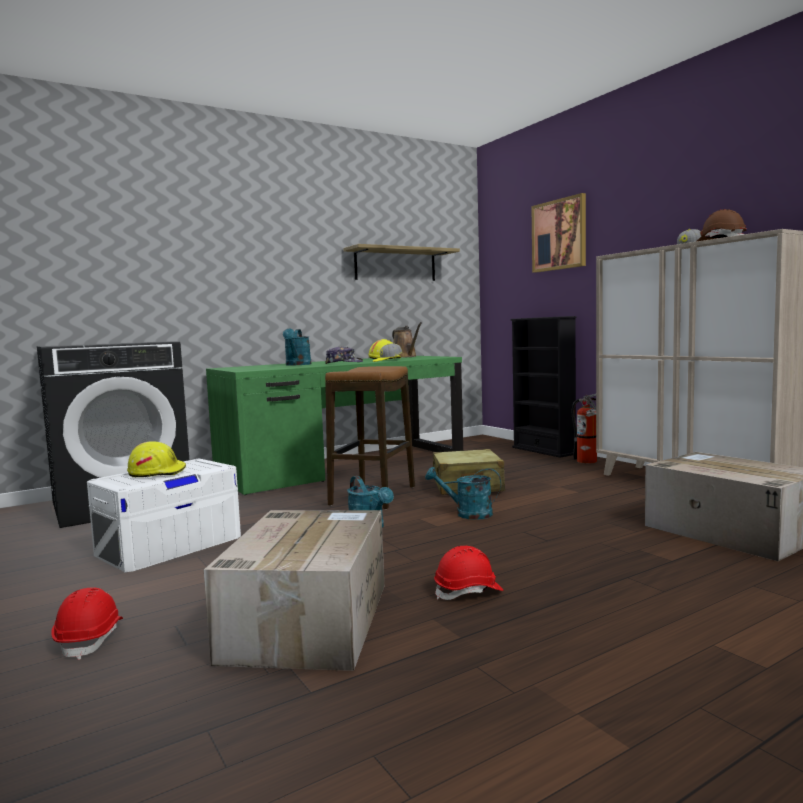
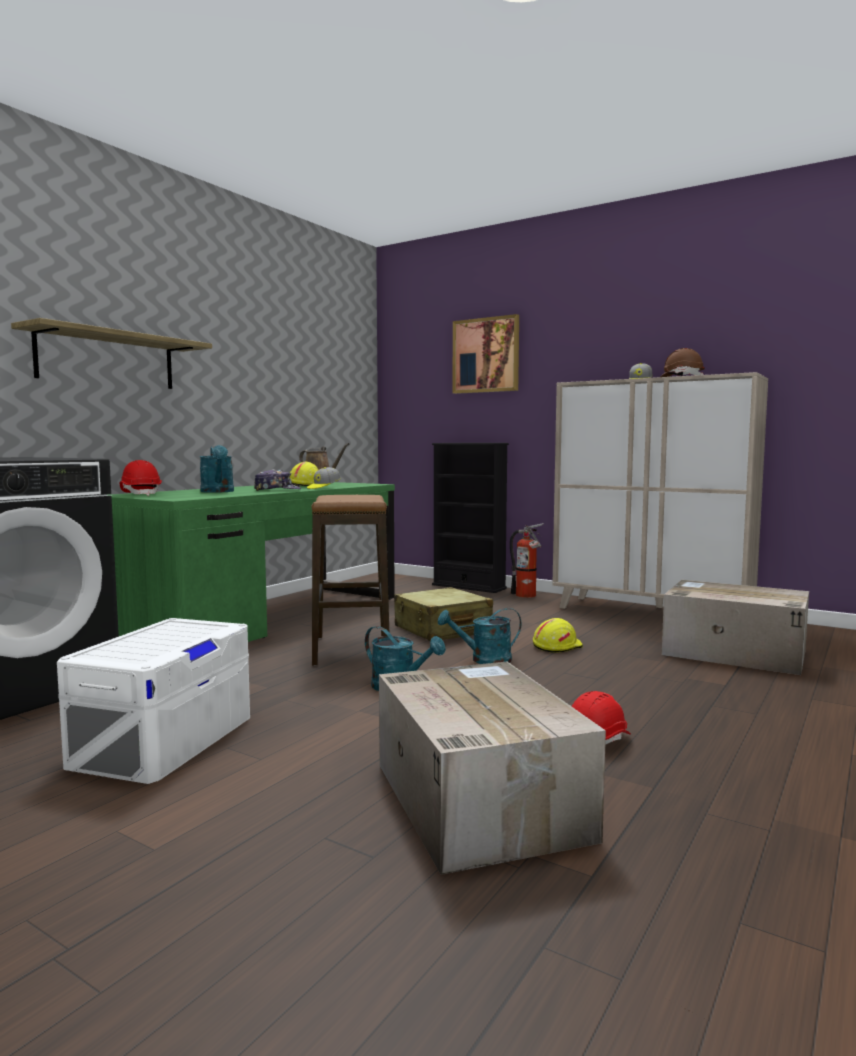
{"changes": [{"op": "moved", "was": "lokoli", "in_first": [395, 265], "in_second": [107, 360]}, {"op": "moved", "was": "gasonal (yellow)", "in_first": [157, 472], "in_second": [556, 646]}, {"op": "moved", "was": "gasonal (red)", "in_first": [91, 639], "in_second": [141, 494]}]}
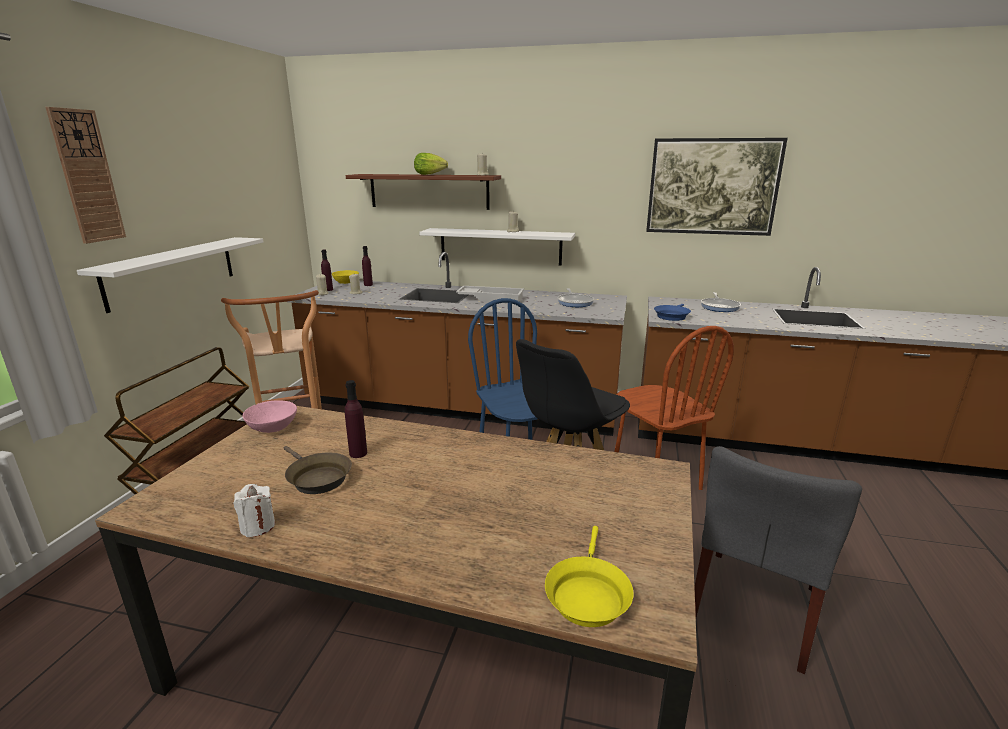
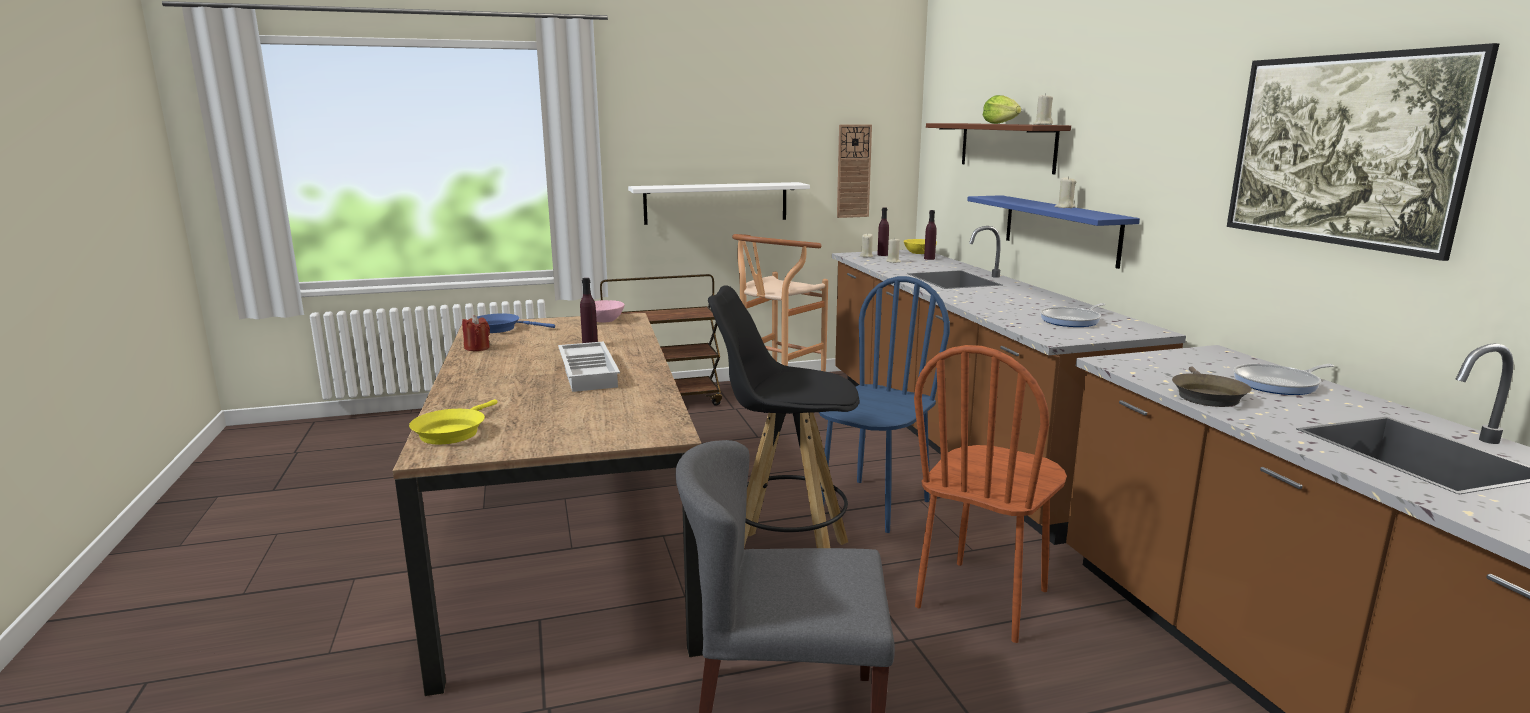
{"changes": [{"op": "moved", "was": "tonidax", "in_first": [87, 177], "in_second": [853, 171]}, {"op": "recoloured", "was": "lokoli (white)", "now": "lokoli (blue)", "in_first": [500, 246], "in_second": [1060, 229]}, {"op": "moved", "was": "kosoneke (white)", "in_first": [491, 298], "in_second": [590, 373]}, {"op": "moved", "was": "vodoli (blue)", "in_first": [672, 316], "in_second": [500, 328]}, {"op": "moved", "was": "vodoli (brown)", "in_first": [316, 478], "in_second": [1206, 396]}, {"op": "recoloured", "was": "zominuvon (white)", "now": "zominuvon (red)", "in_first": [258, 526], "in_second": [477, 348]}, {"op": "turned", "was": "vodoli (yellow)", "in_first": [587, 594], "in_second": [452, 432], "clockwise": -60}]}
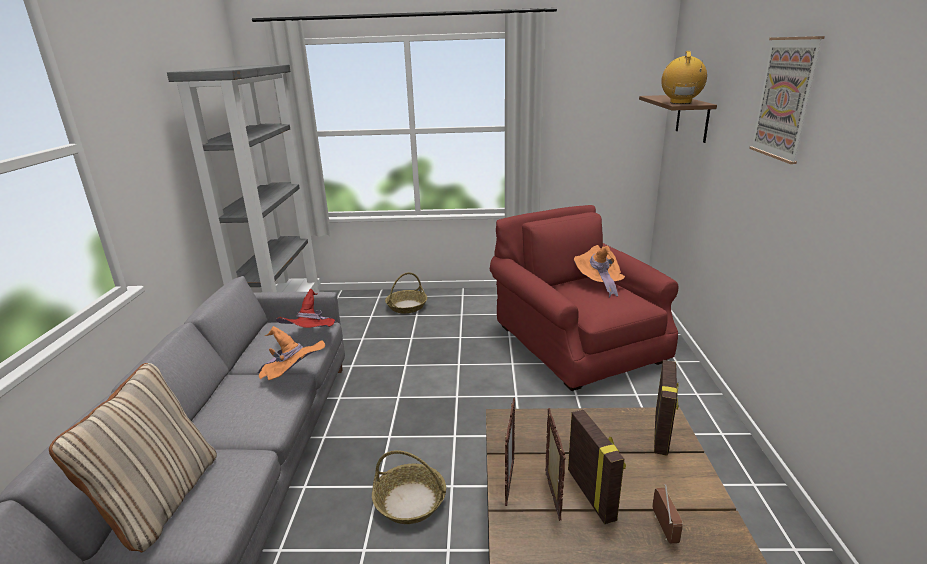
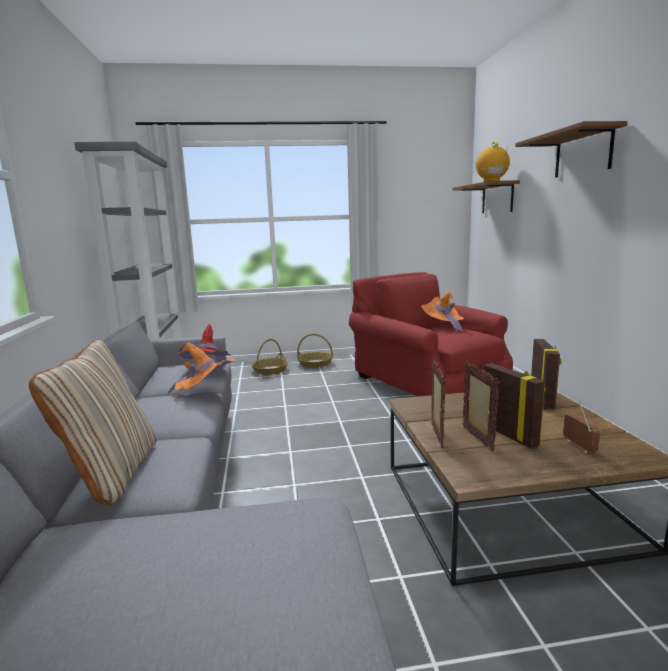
{"changes": [{"op": "replaced", "was": "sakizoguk", "now": "lokoli (brown)", "in_first": [785, 98], "in_second": [583, 153]}, {"op": "moved", "was": "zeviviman", "in_first": [410, 501], "in_second": [315, 364]}]}
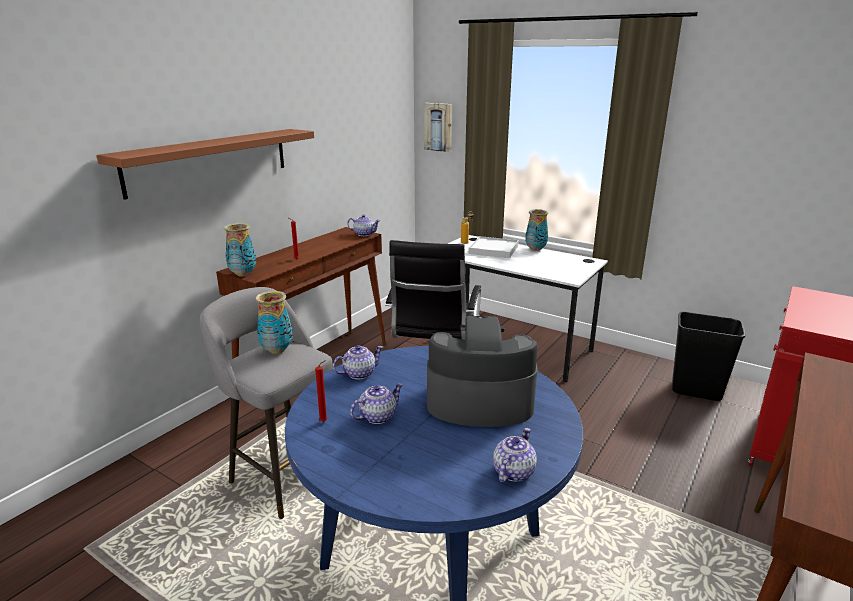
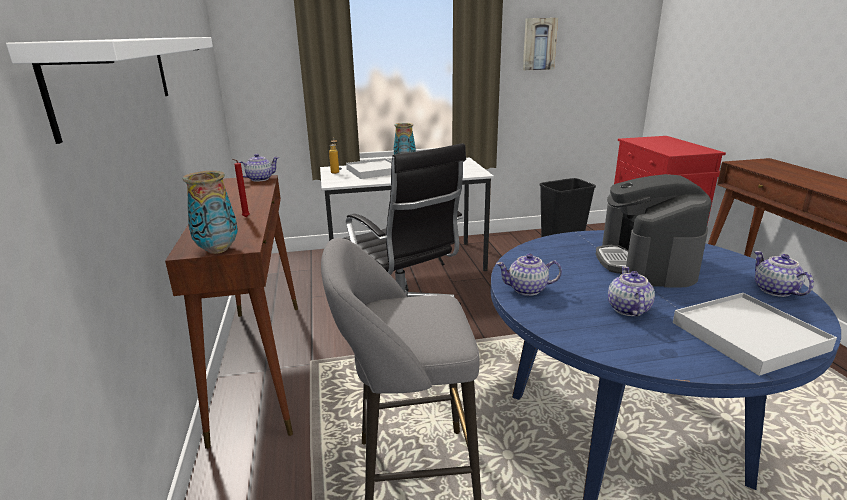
{"changes": [{"op": "moved", "was": "sakizoguk", "in_first": [438, 127], "in_second": [539, 44]}, {"op": "recoloured", "was": "lokoli (brown)", "now": "lokoli (white)", "in_first": [210, 160], "in_second": [118, 77]}, {"op": "removed", "was": "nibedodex", "in_first": [276, 350]}, {"op": "turned", "was": "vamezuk", "in_first": [479, 401], "in_second": [646, 263], "clockwise": -45}, {"op": "turned", "was": "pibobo", "in_first": [359, 373], "in_second": [527, 289], "clockwise": -105}, {"op": "removed", "was": "zominuvon (red)", "in_first": [325, 421]}, {"op": "added", "now": "kosoneke (white)", "in_second": [748, 336]}]}
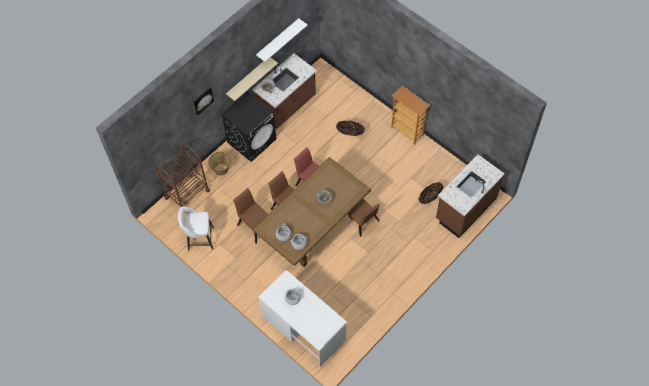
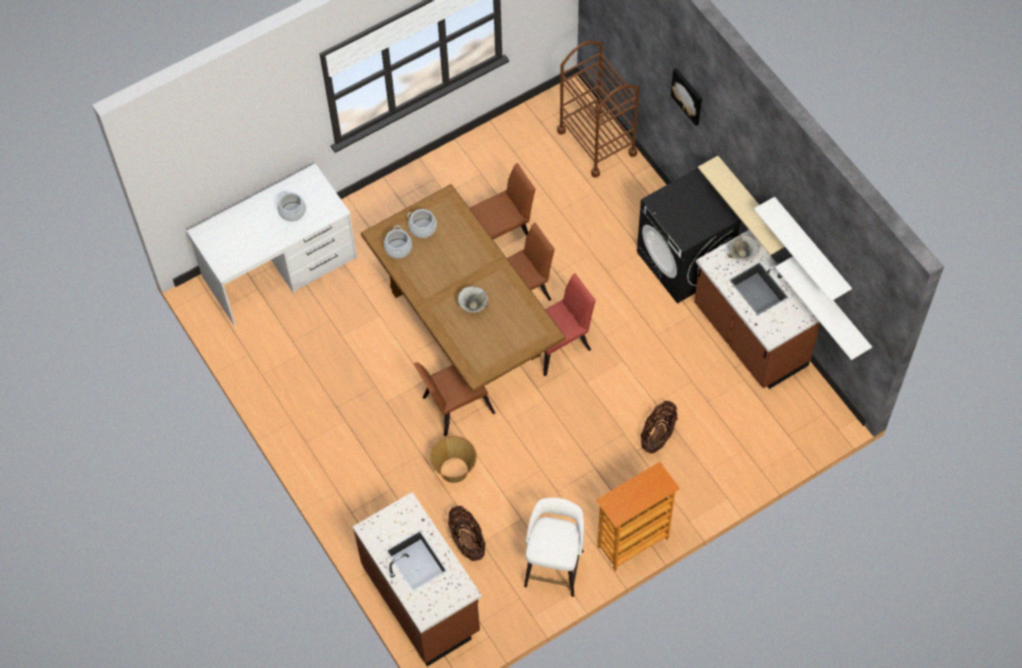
{"changes": [{"op": "moved", "was": "zeviviman", "in_first": [221, 169], "in_second": [454, 470]}, {"op": "moved", "was": "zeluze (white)", "in_first": [199, 238], "in_second": [554, 566]}, {"op": "added", "now": "lokoli (white)", "in_second": [831, 306]}]}
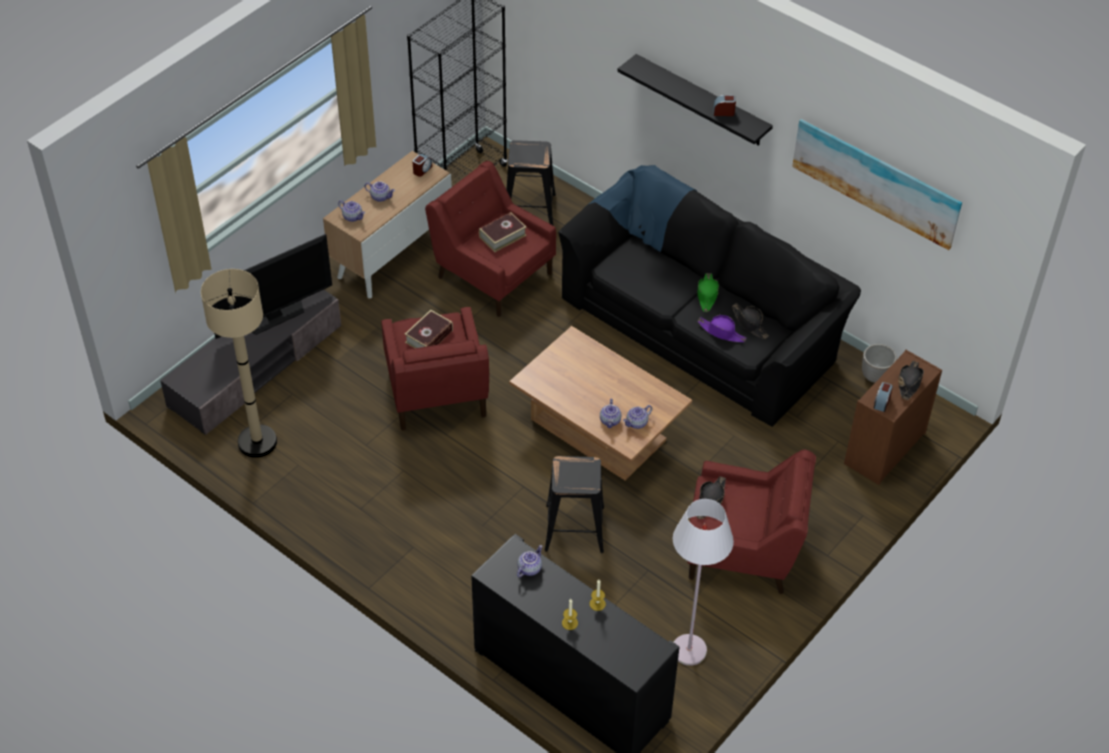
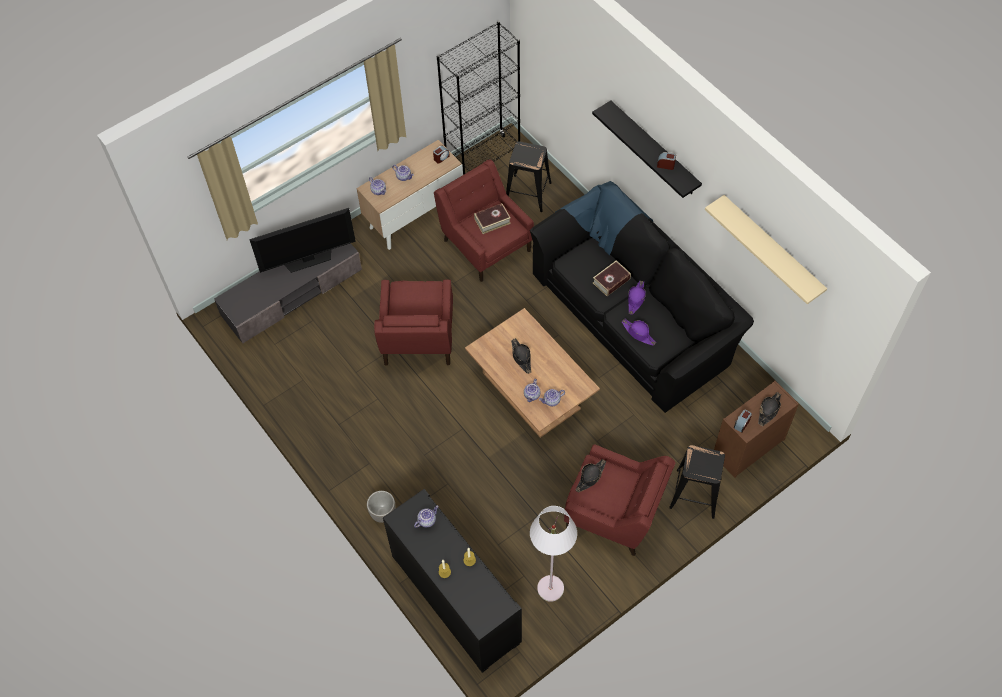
{"changes": [{"op": "replaced", "was": "sakizoguk", "now": "lokoli (beige)", "in_first": [876, 181], "in_second": [772, 248]}, {"op": "removed", "was": "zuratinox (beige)", "in_first": [257, 442]}, {"op": "recoloured", "was": "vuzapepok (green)", "now": "vuzapepok (purple)", "in_first": [707, 295], "in_second": [636, 299]}, {"op": "moved", "was": "vuzapepok (black)", "in_first": [750, 323], "in_second": [521, 357]}, {"op": "moved", "was": "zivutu", "in_first": [429, 336], "in_second": [611, 281]}, {"op": "moved", "was": "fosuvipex", "in_first": [876, 376], "in_second": [383, 514]}, {"op": "moved", "was": "zeluze (black)", "in_first": [574, 529], "in_second": [695, 494]}]}
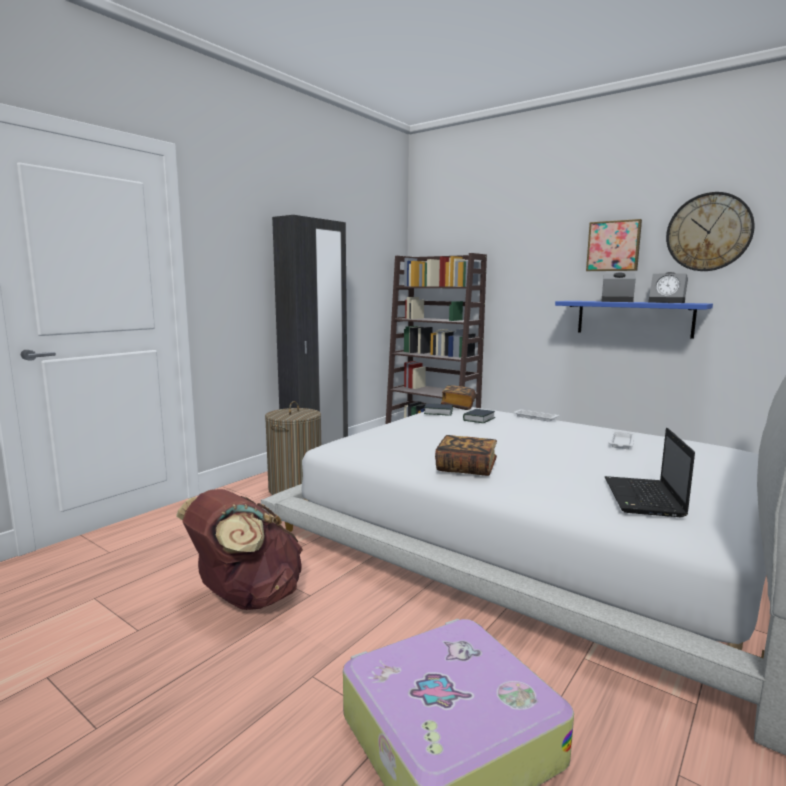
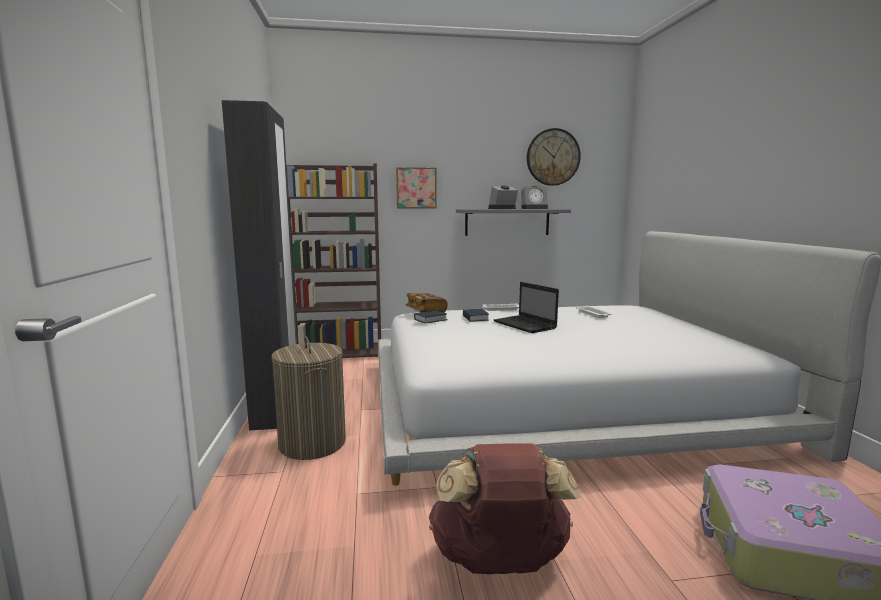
{"changes": [{"op": "moved", "was": "sakizoguk", "in_first": [613, 246], "in_second": [416, 188]}, {"op": "recoloured", "was": "lokoli (blue)", "now": "lokoli (grey)", "in_first": [634, 318], "in_second": [507, 222]}, {"op": "moved", "was": "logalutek", "in_first": [644, 498], "in_second": [526, 325]}, {"op": "removed", "was": "zivutu", "in_first": [466, 468]}]}
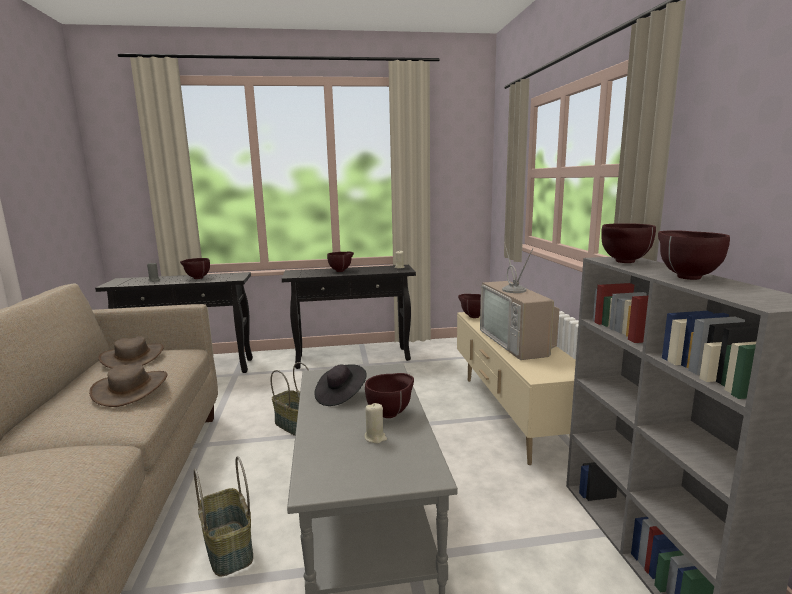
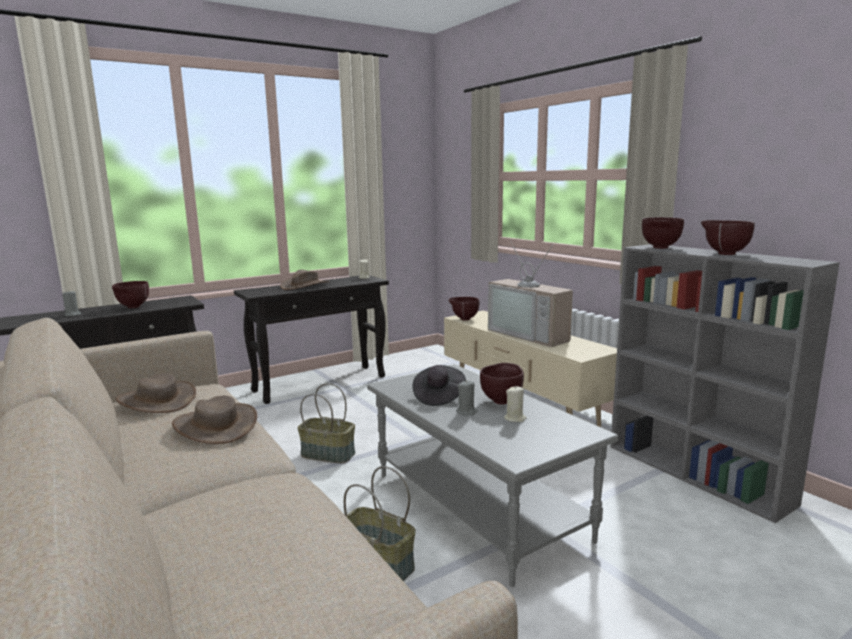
{"changes": [{"op": "replaced", "was": "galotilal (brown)", "now": "vuzapepok (brown)", "in_first": [341, 271], "in_second": [305, 285]}, {"op": "added", "now": "zominuvon (grey)", "in_second": [466, 412]}]}
